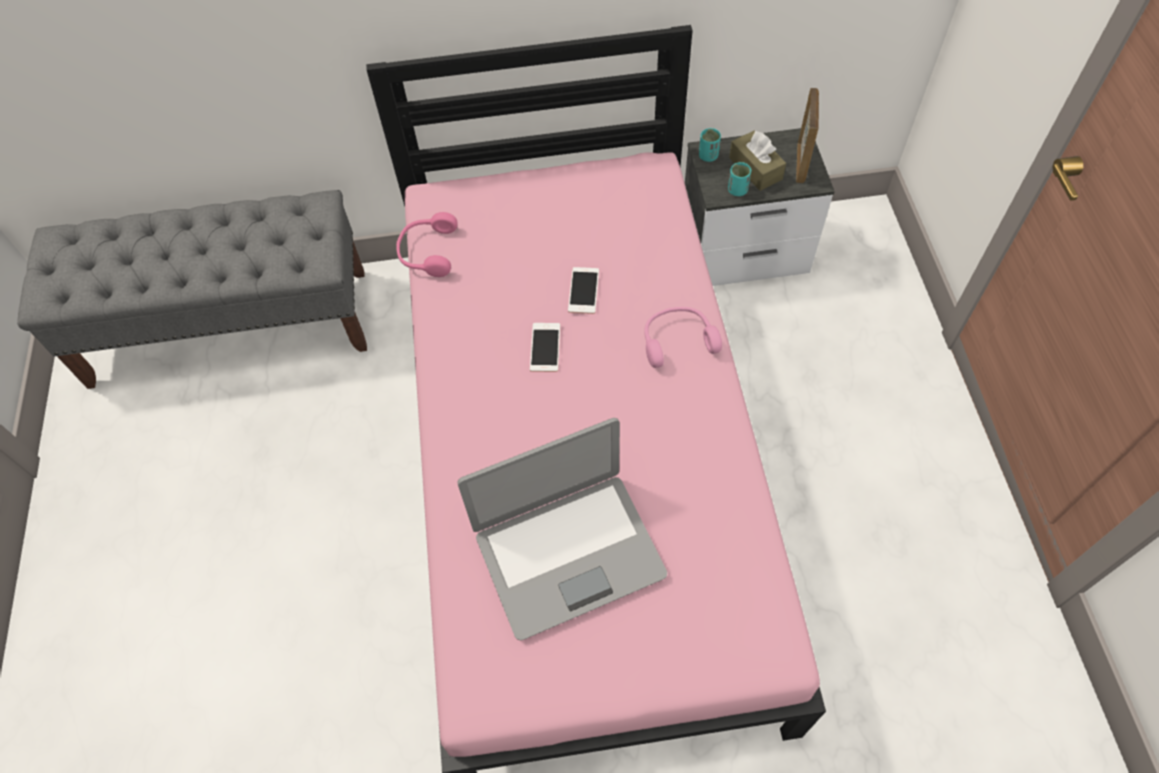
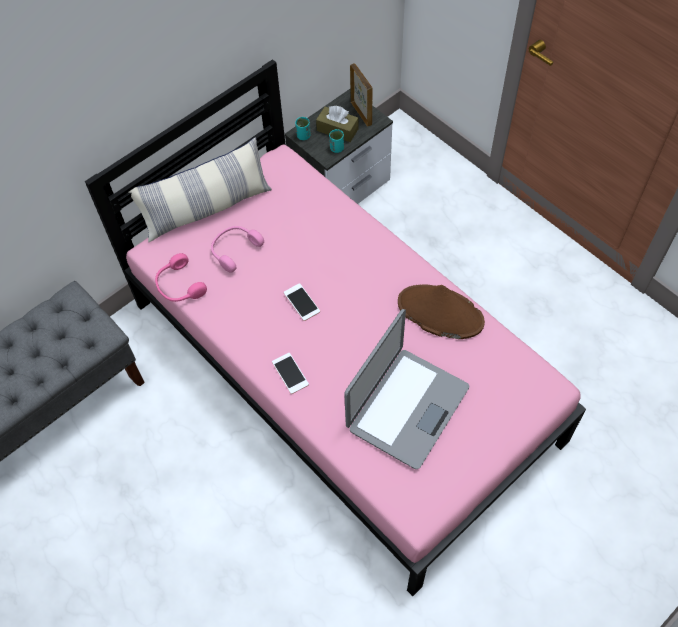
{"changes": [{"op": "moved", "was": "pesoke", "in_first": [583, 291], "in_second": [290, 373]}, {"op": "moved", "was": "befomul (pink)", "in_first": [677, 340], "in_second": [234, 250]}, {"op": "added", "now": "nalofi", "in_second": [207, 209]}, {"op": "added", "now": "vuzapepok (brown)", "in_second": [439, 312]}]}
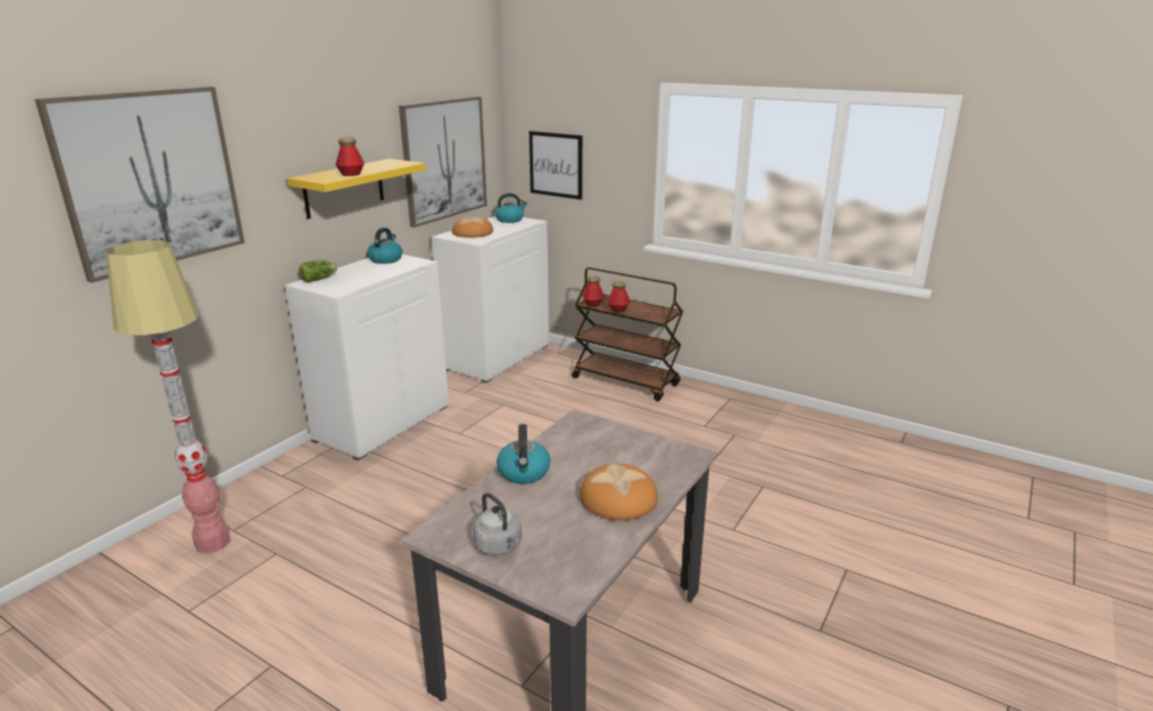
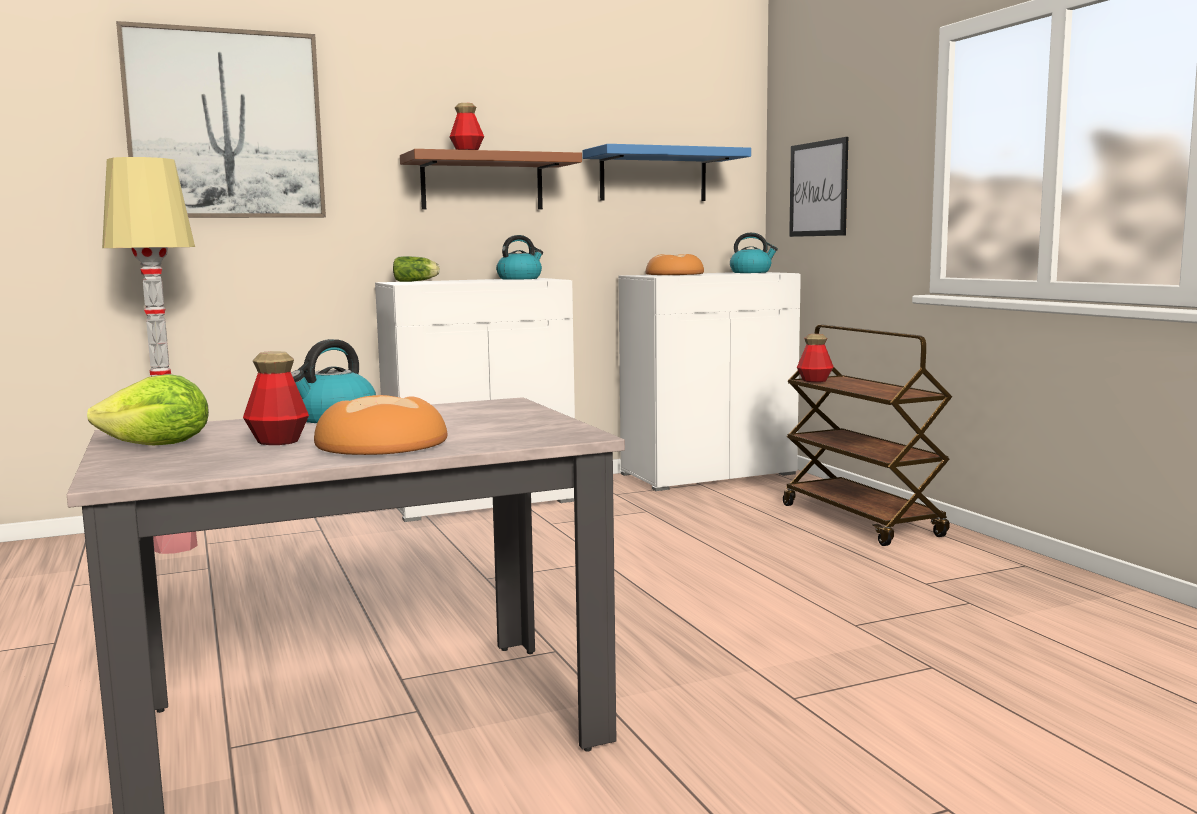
{"changes": [{"op": "replaced", "was": "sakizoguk", "now": "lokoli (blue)", "in_first": [444, 159], "in_second": [653, 176]}, {"op": "recoloured", "was": "lokoli (yellow)", "now": "lokoli (brown)", "in_first": [344, 188], "in_second": [482, 183]}, {"op": "moved", "was": "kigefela", "in_first": [618, 310], "in_second": [277, 441]}, {"op": "replaced", "was": "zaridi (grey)", "now": "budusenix", "in_first": [499, 547], "in_second": [158, 446]}]}
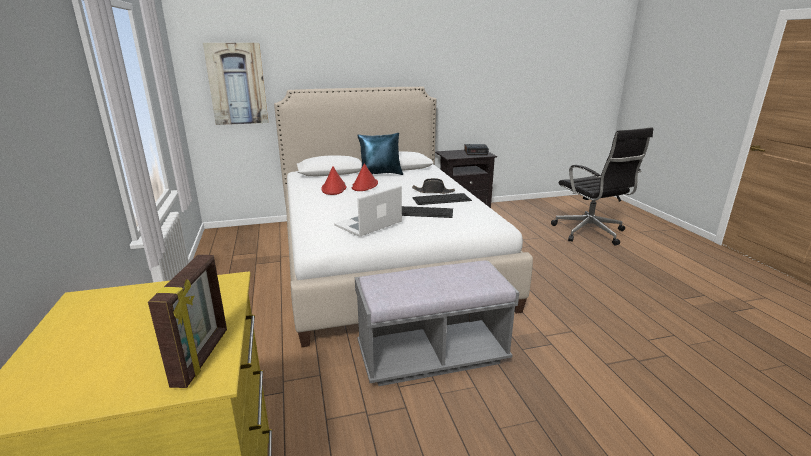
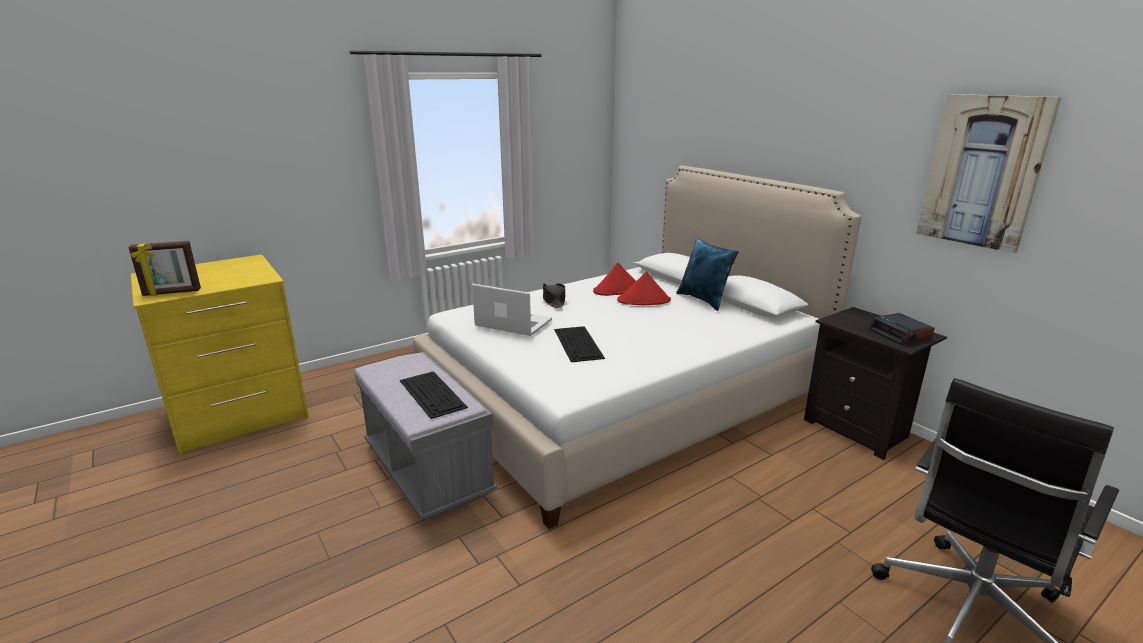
{"changes": [{"op": "moved", "was": "sakizoguk", "in_first": [237, 84], "in_second": [983, 171]}, {"op": "moved", "was": "vuzapepok (black)", "in_first": [433, 191], "in_second": [554, 300]}, {"op": "moved", "was": "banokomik", "in_first": [442, 199], "in_second": [433, 394]}]}
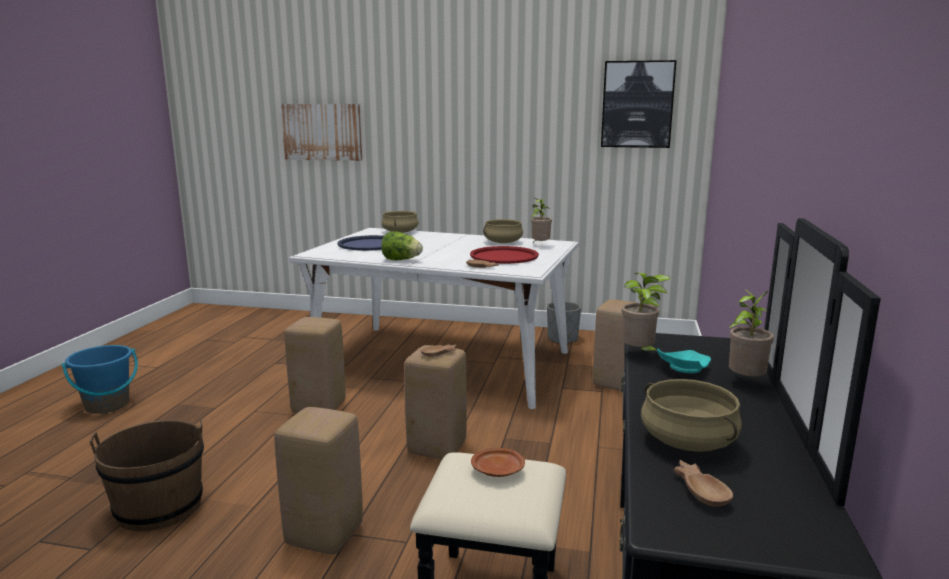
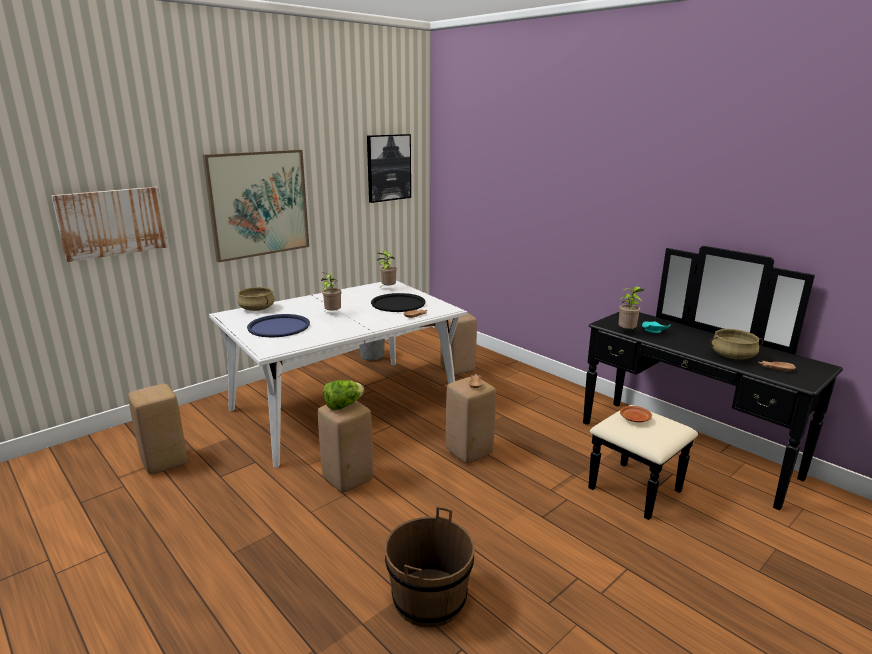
{"changes": [{"op": "removed", "was": "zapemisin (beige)", "in_first": [503, 242]}, {"op": "moved", "was": "budusenix", "in_first": [401, 260], "in_second": [343, 405]}, {"op": "recoloured", "was": "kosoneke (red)", "now": "kosoneke (black)", "in_first": [504, 256], "in_second": [398, 303]}, {"op": "moved", "was": "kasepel", "in_first": [745, 382], "in_second": [332, 314]}, {"op": "removed", "was": "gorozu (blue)", "in_first": [107, 405]}, {"op": "moved", "was": "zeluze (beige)", "in_first": [324, 534], "in_second": [163, 462]}, {"op": "added", "now": "sakizoguk", "in_second": [259, 204]}]}
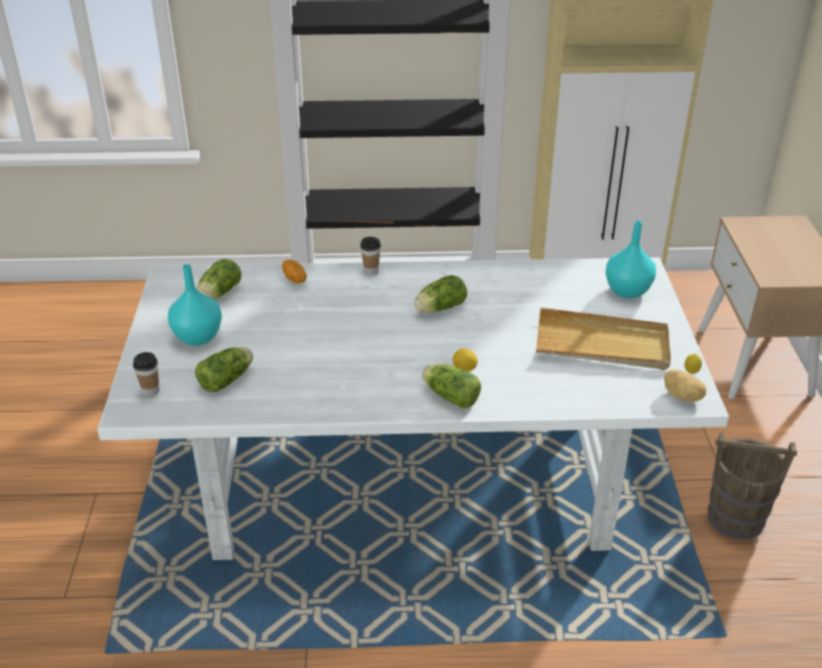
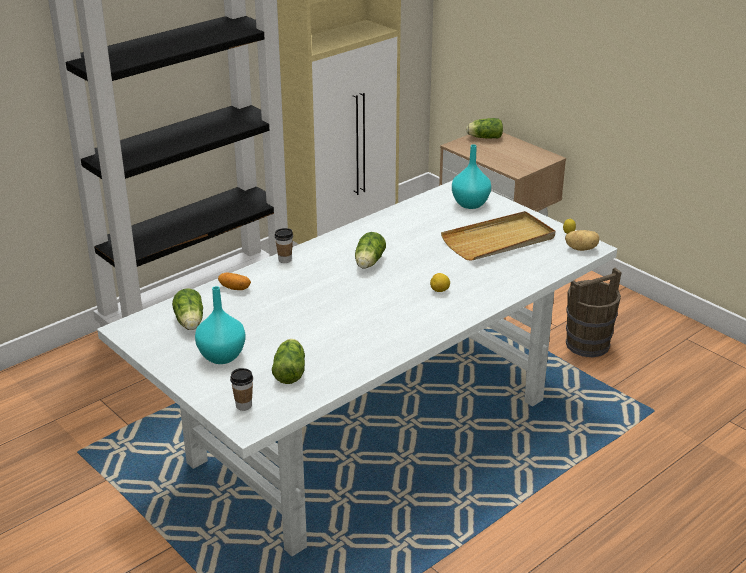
{"changes": [{"op": "moved", "was": "budusenix", "in_first": [449, 396], "in_second": [483, 137]}]}
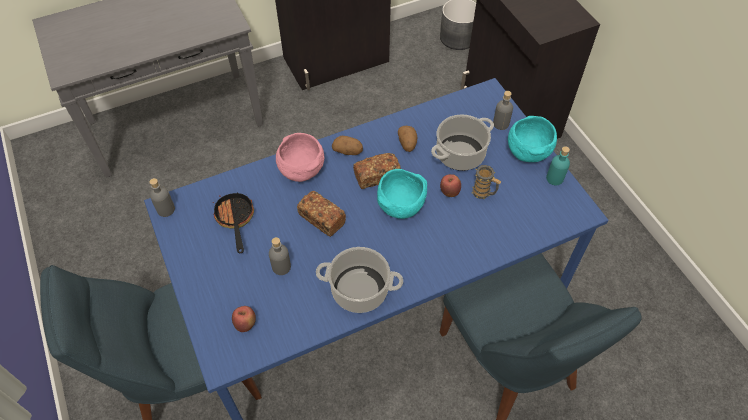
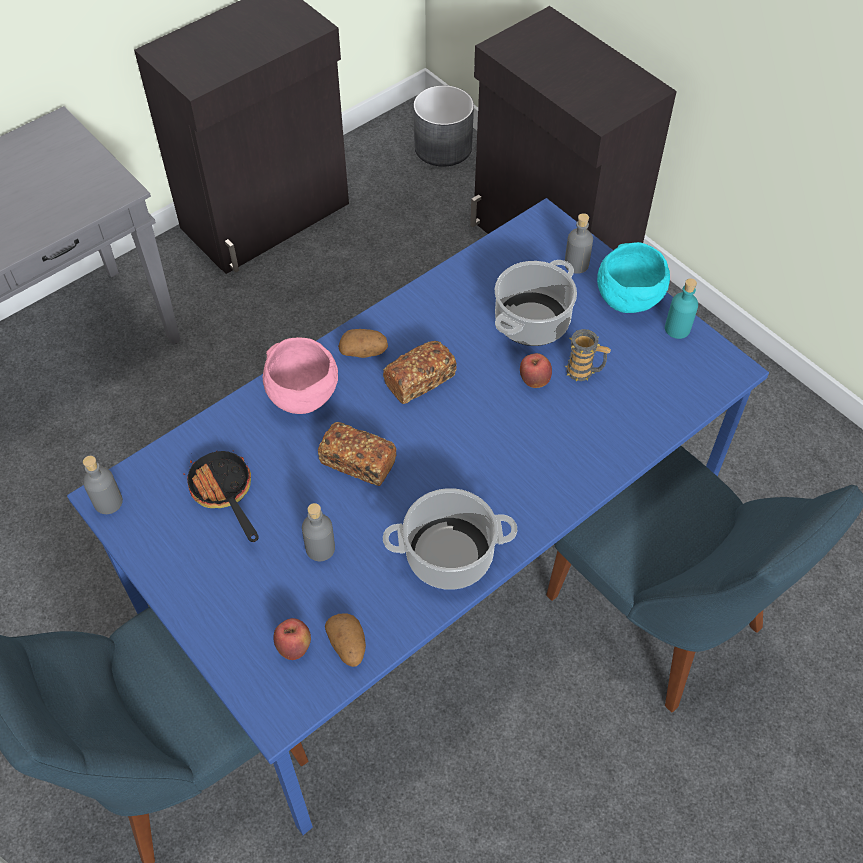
{"changes": [{"op": "moved", "was": "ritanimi", "in_first": [407, 144], "in_second": [348, 646]}, {"op": "removed", "was": "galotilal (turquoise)", "in_first": [401, 206]}]}
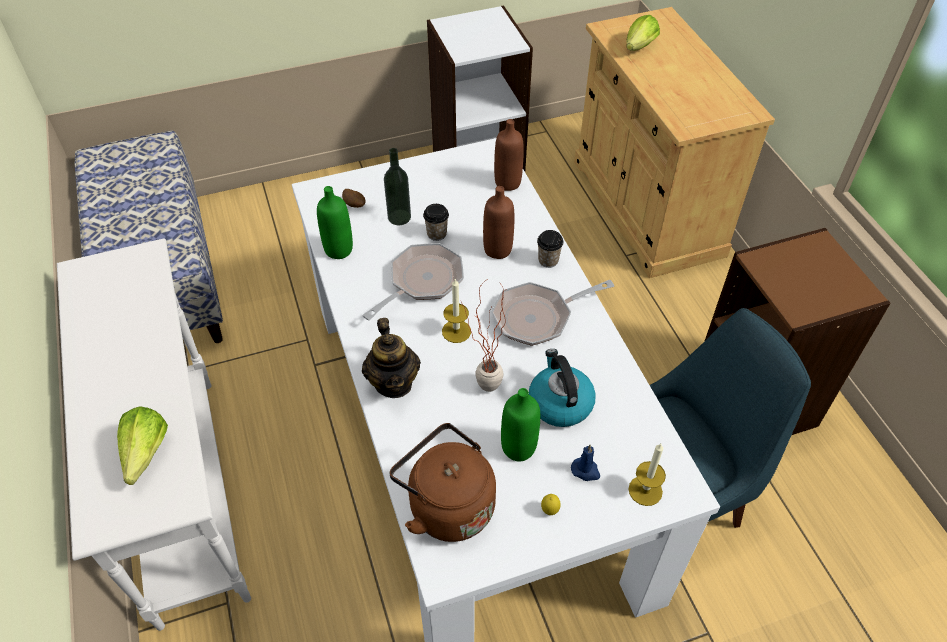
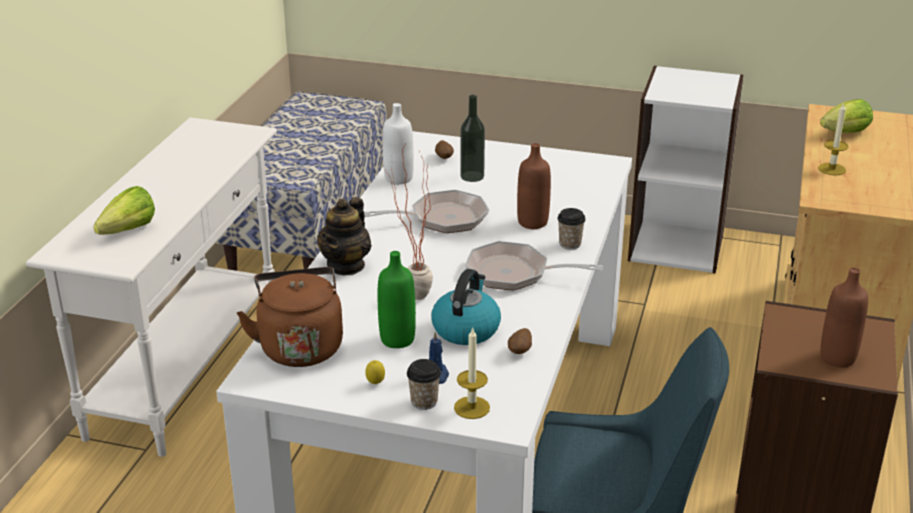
{"changes": [{"op": "moved", "was": "kigefela (brown)", "in_first": [507, 183], "in_second": [837, 358]}, {"op": "recoloured", "was": "kigefela (green)", "now": "kigefela (white)", "in_first": [338, 250], "in_second": [398, 178]}, {"op": "moved", "was": "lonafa", "in_first": [436, 234], "in_second": [424, 402]}, {"op": "moved", "was": "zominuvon", "in_first": [456, 331], "in_second": [832, 169]}, {"op": "added", "now": "ritanimi", "in_second": [520, 351]}]}
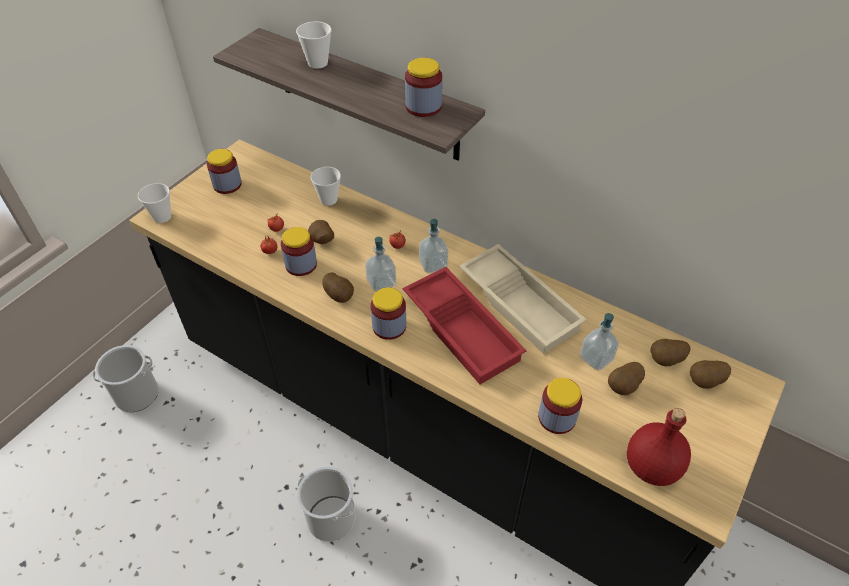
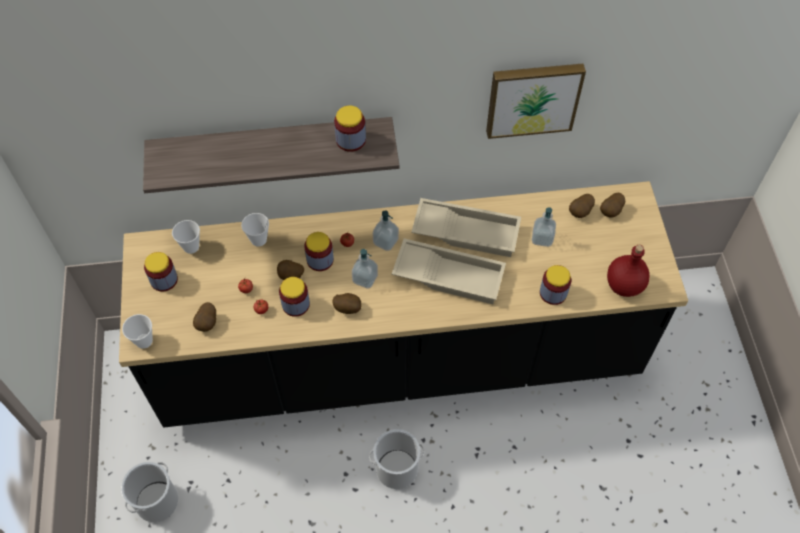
{"changes": [{"op": "moved", "was": "lonafa", "in_first": [317, 63], "in_second": [191, 247]}, {"op": "recoloured", "was": "kosoneke (red)", "now": "kosoneke (beige)", "in_first": [464, 329], "in_second": [449, 274]}, {"op": "moved", "was": "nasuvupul", "in_first": [389, 326], "in_second": [320, 260]}, {"op": "moved", "was": "ritanimi", "in_first": [623, 387], "in_second": [208, 323]}, {"op": "added", "now": "sakizoguk", "in_second": [533, 98]}]}
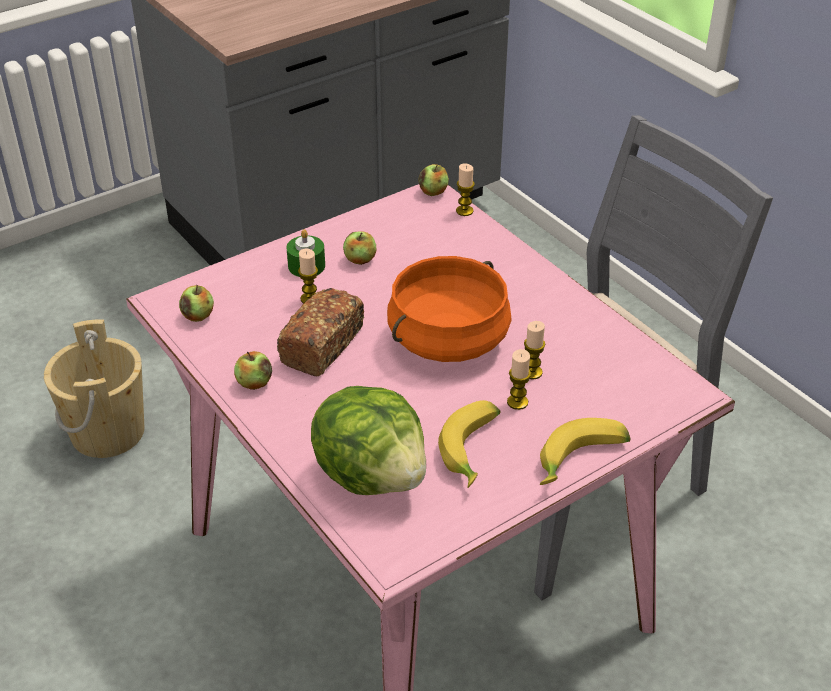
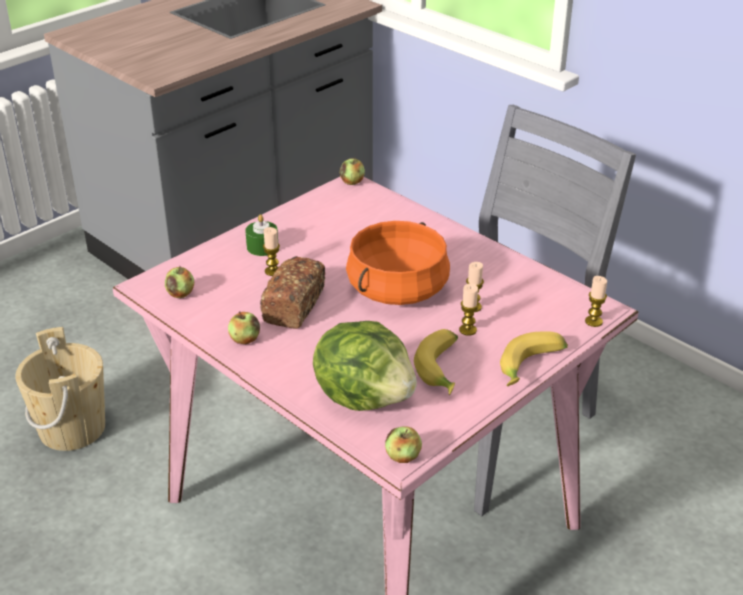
{"changes": [{"op": "moved", "was": "zominuvon", "in_first": [464, 211], "in_second": [593, 321]}, {"op": "moved", "was": "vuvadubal", "in_first": [360, 260], "in_second": [403, 457]}]}
